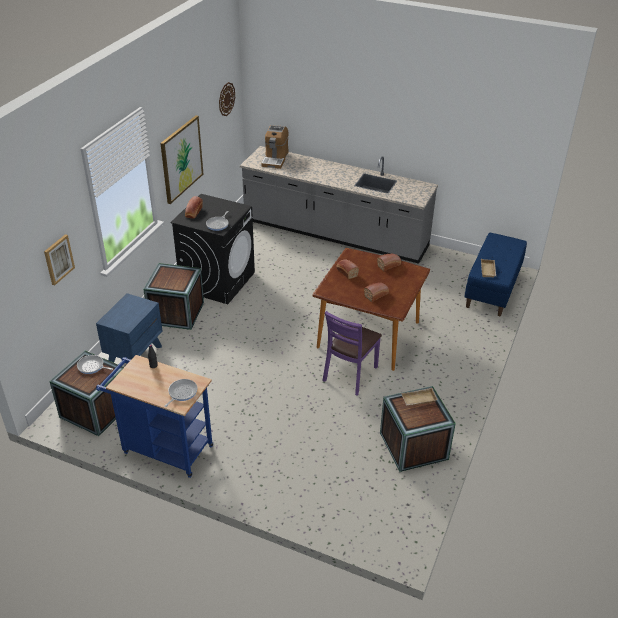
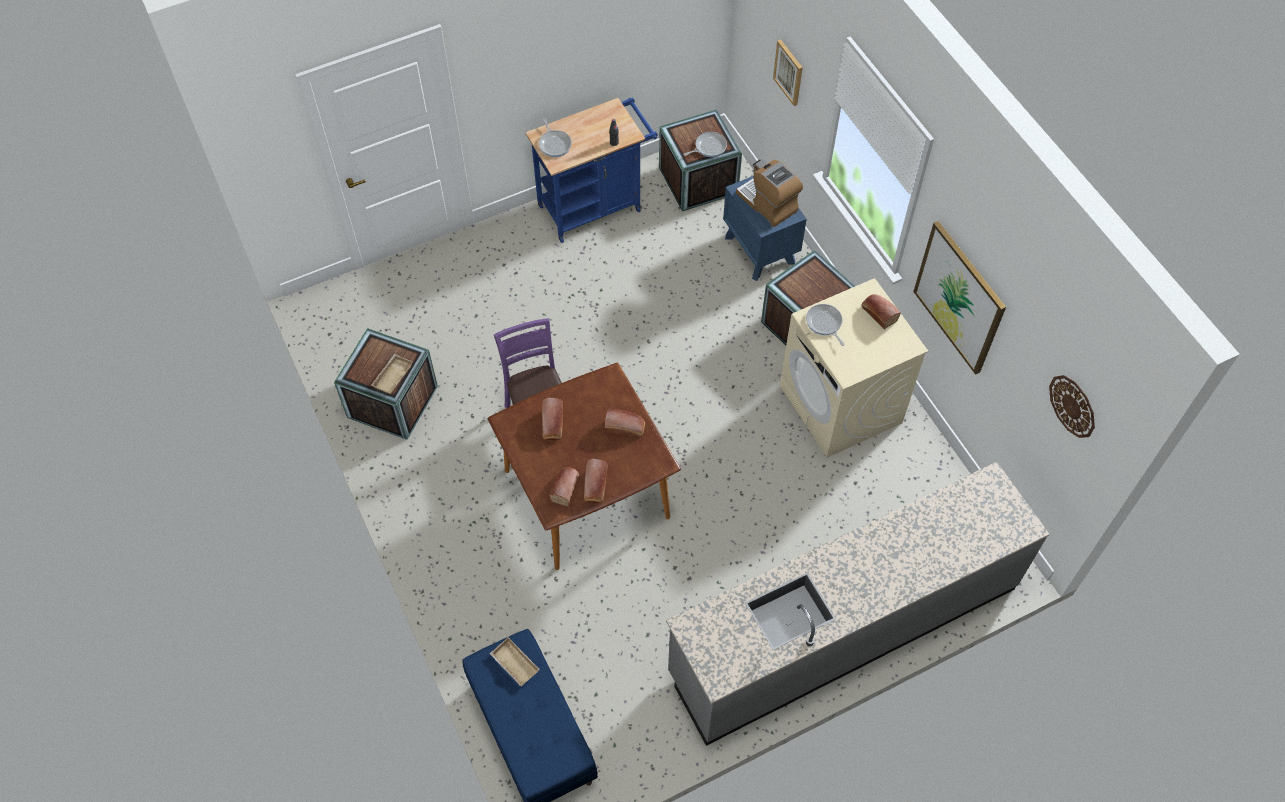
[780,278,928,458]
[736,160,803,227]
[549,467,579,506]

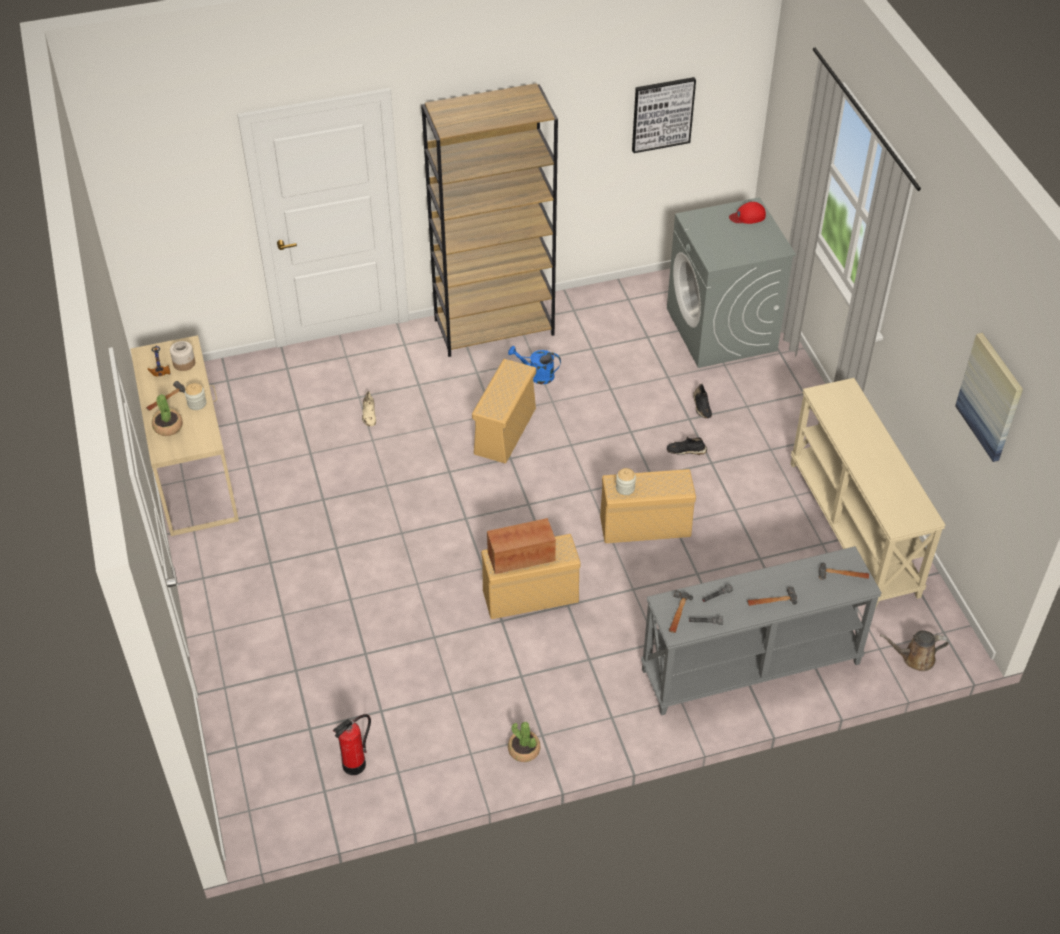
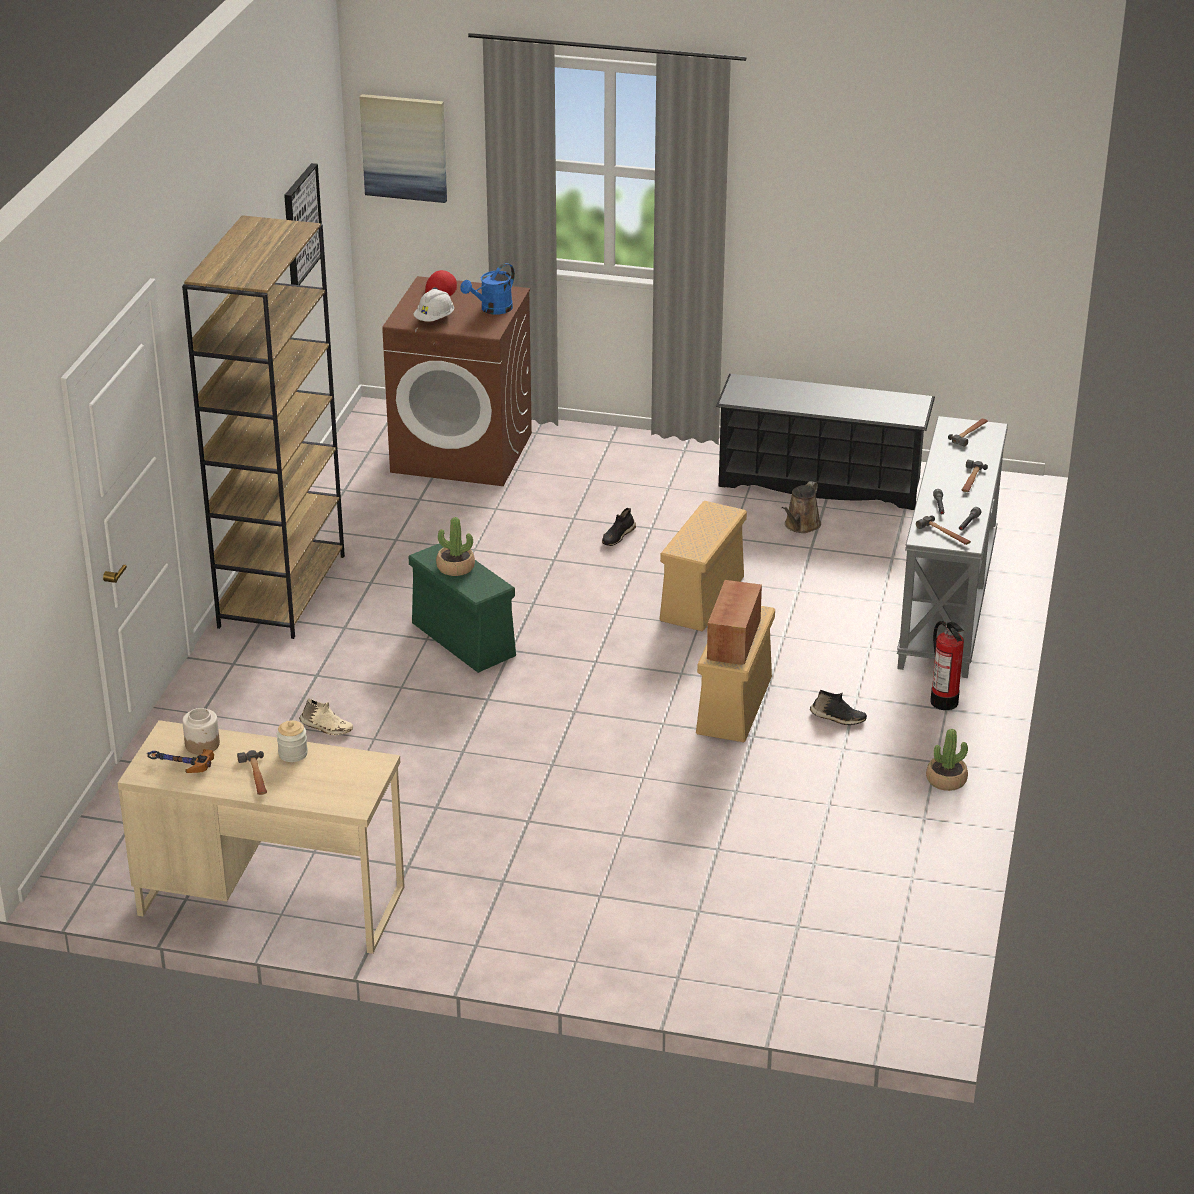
[436,517,475,576]
[930,621,964,710]
[409,540,516,673]
[461,263,515,315]
[616,468,636,495] (first image)
[382,276,532,486]
[810,690,867,725]
[716,374,935,510]
[782,481,821,533]
[359,94,447,203]
[413,289,454,322]

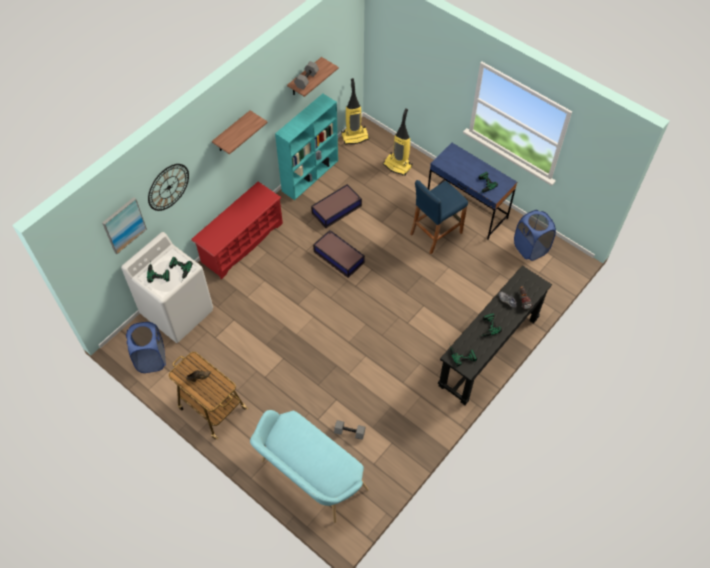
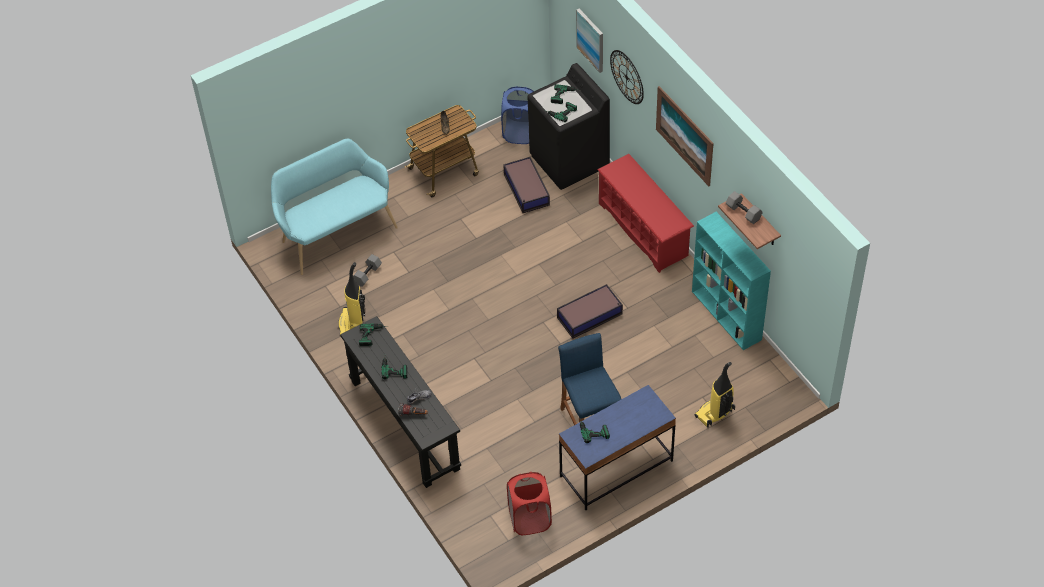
[527,63,610,190]
[656,86,714,186]
[503,157,550,213]
[338,262,365,334]
[507,472,552,535]

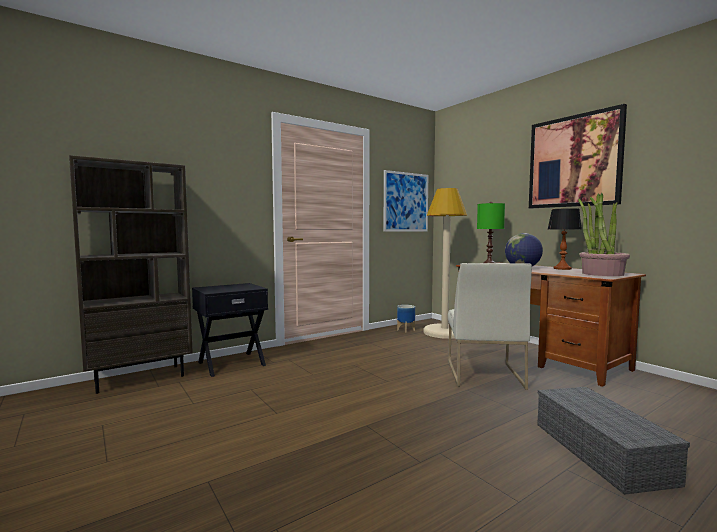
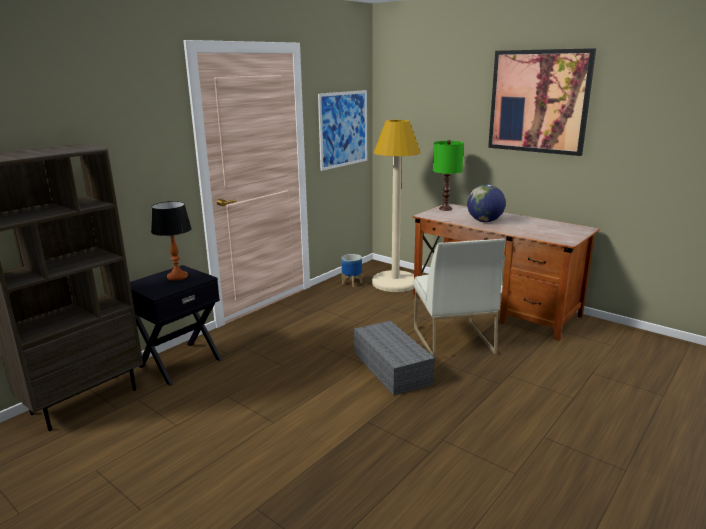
[353,321,435,396]
[151,201,192,281]
[578,193,630,276] (first image)

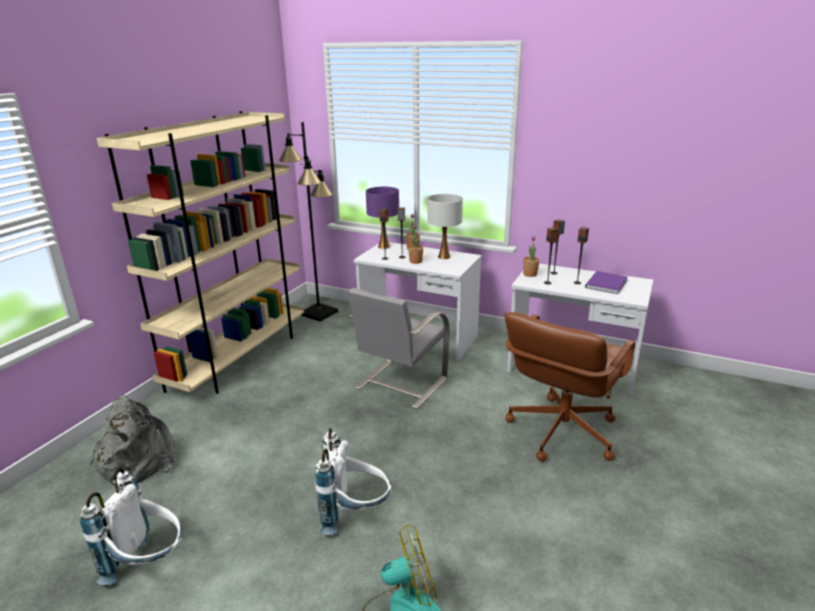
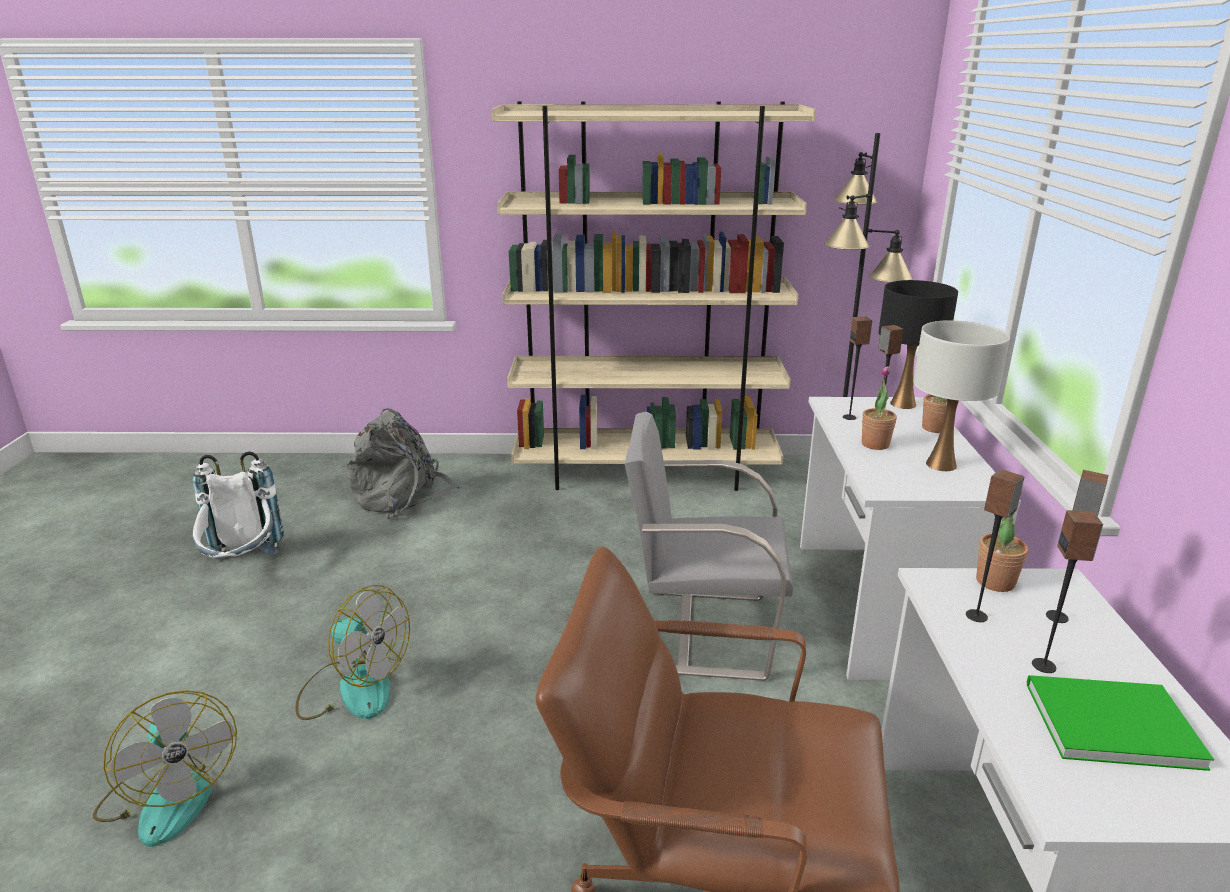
[296,585,410,720]
[879,280,958,409]
[1027,675,1214,771]

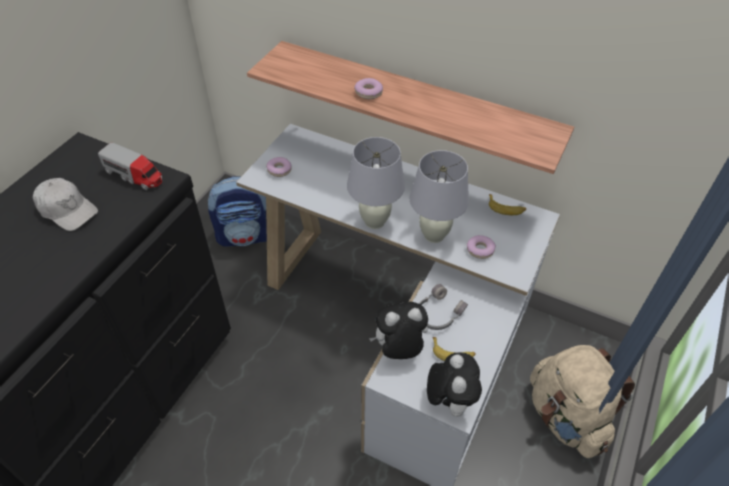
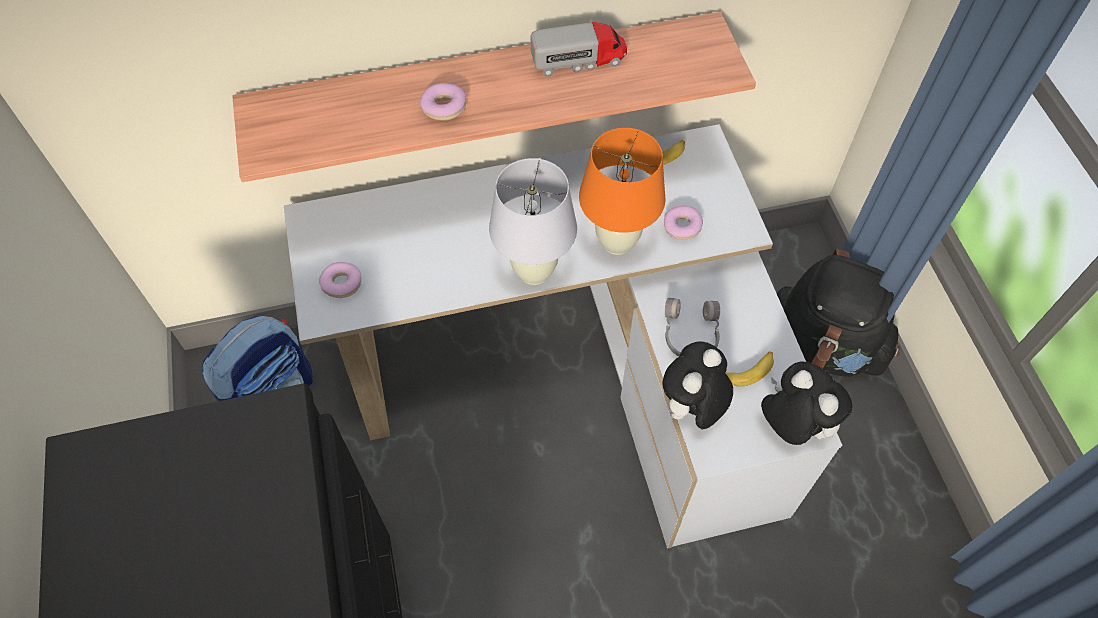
[33,178,98,231] (first image)
[531,22,627,77]
[579,128,665,255]
[777,248,900,377]

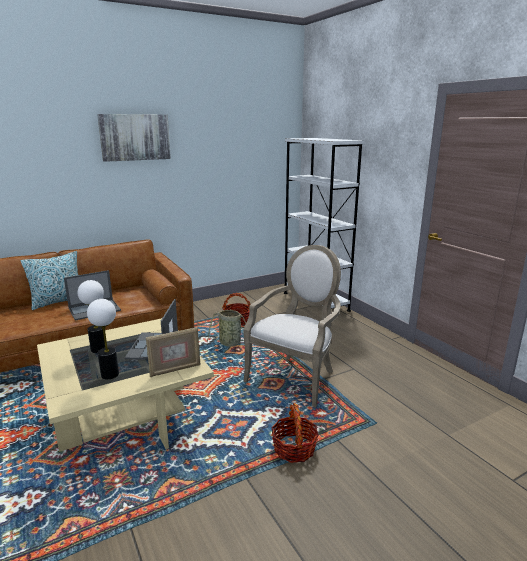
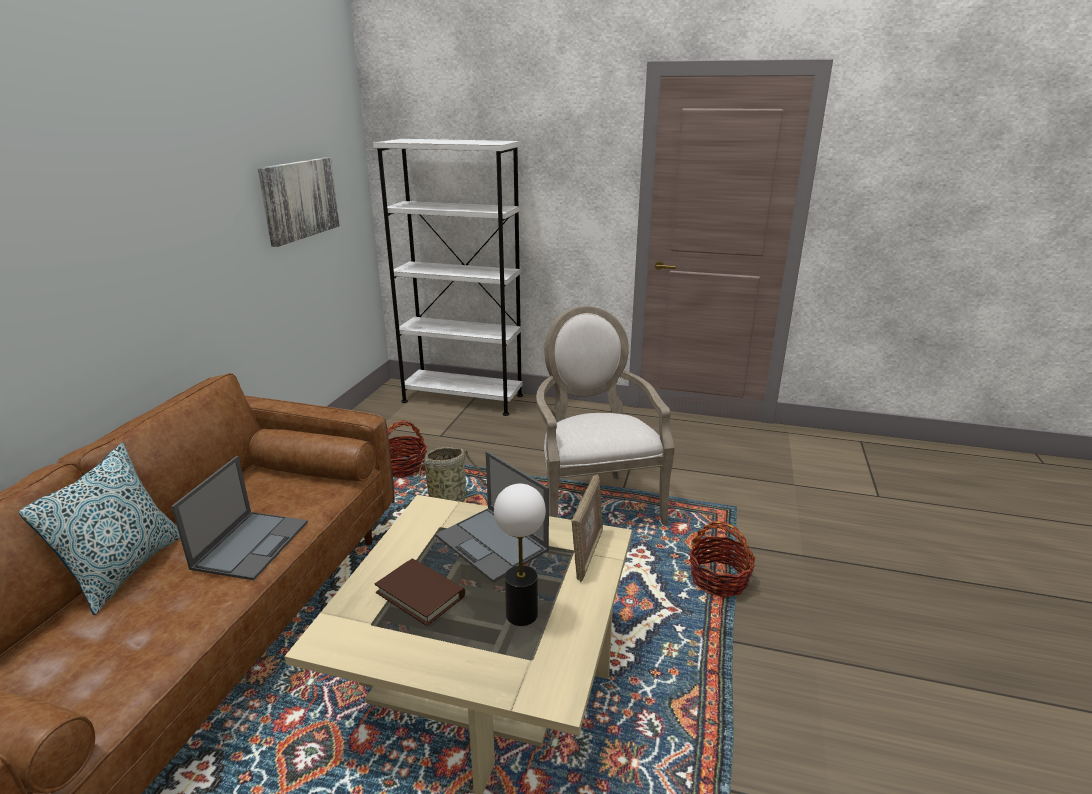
[375,558,465,626]
[258,157,340,247]

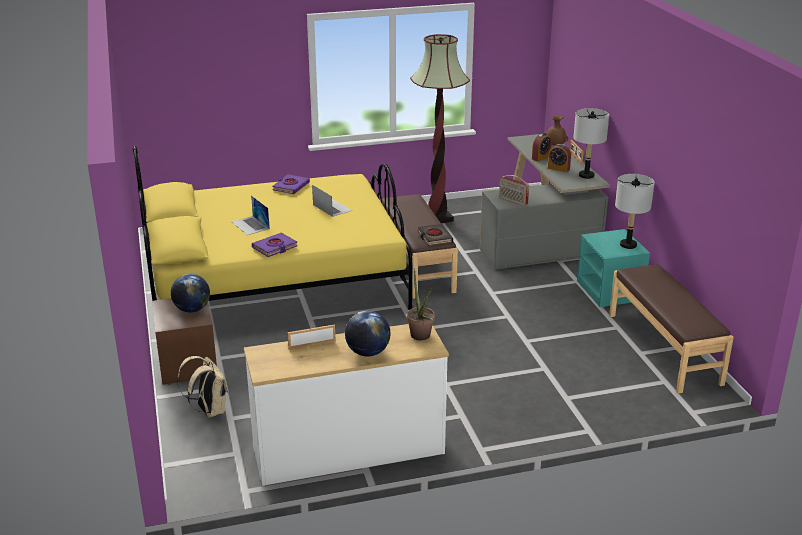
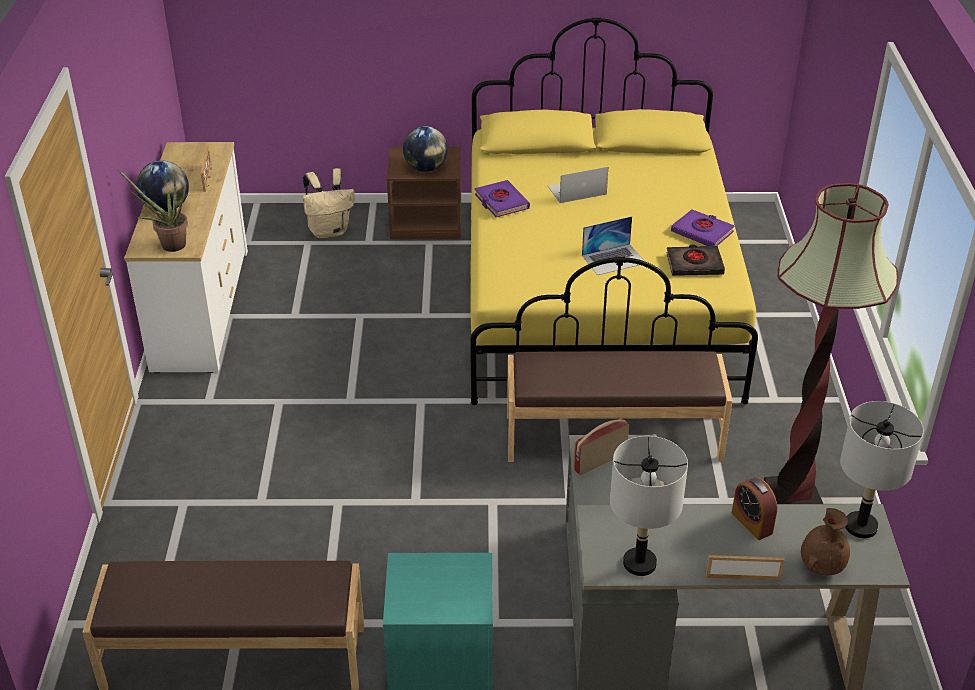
[666,244,725,276]
[548,144,571,172] (first image)
[840,401,924,538]

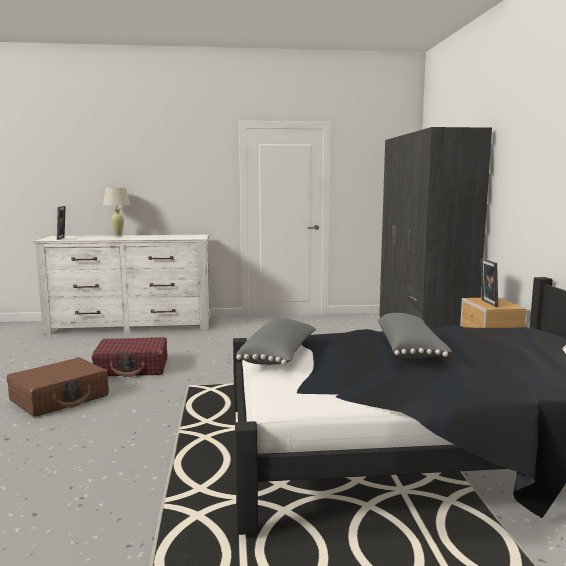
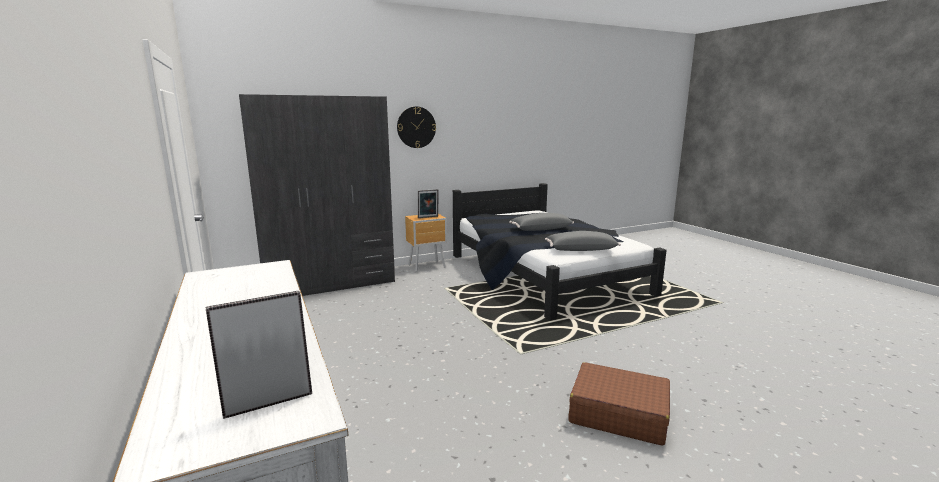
[92,337,167,377] (first image)
[103,188,131,237] (first image)
[397,106,436,148]

